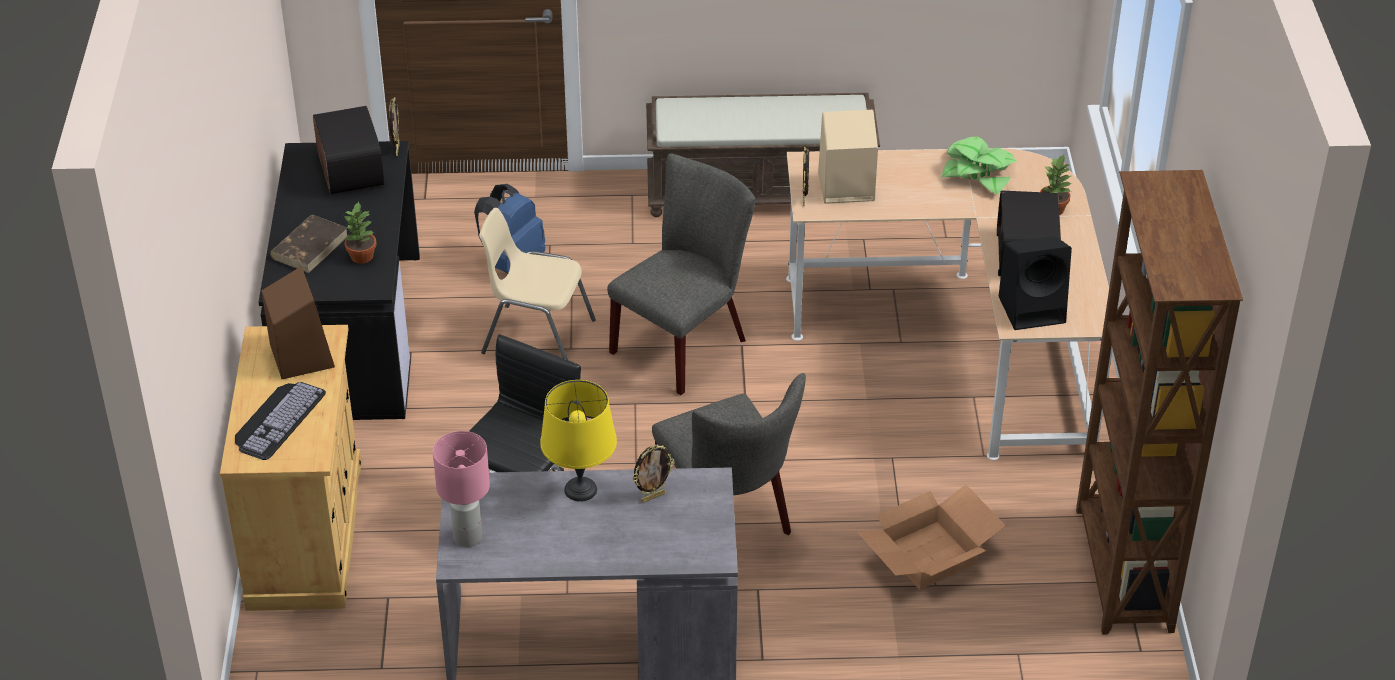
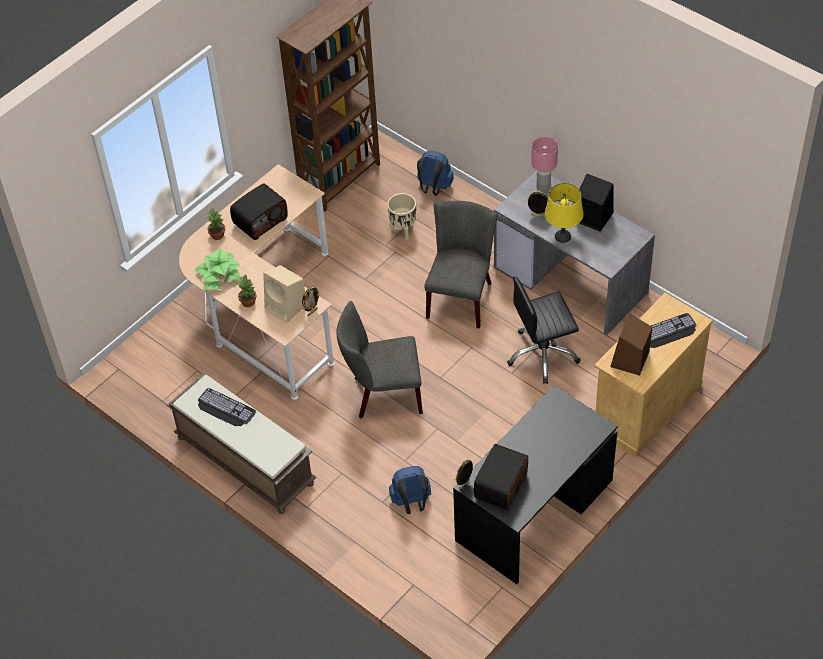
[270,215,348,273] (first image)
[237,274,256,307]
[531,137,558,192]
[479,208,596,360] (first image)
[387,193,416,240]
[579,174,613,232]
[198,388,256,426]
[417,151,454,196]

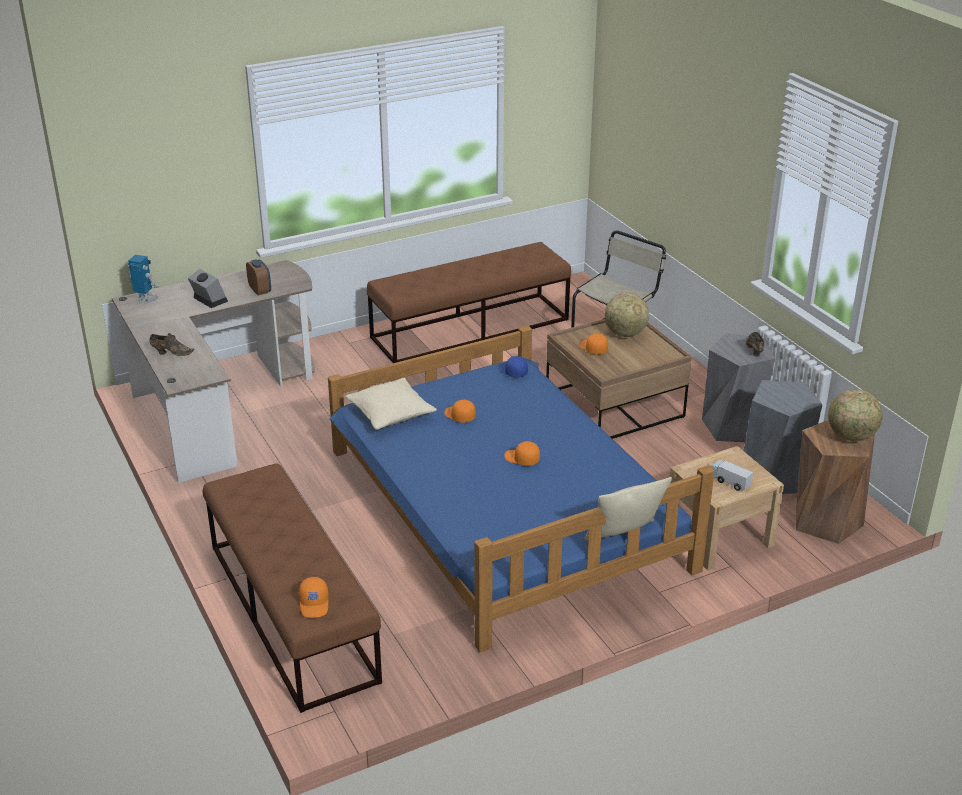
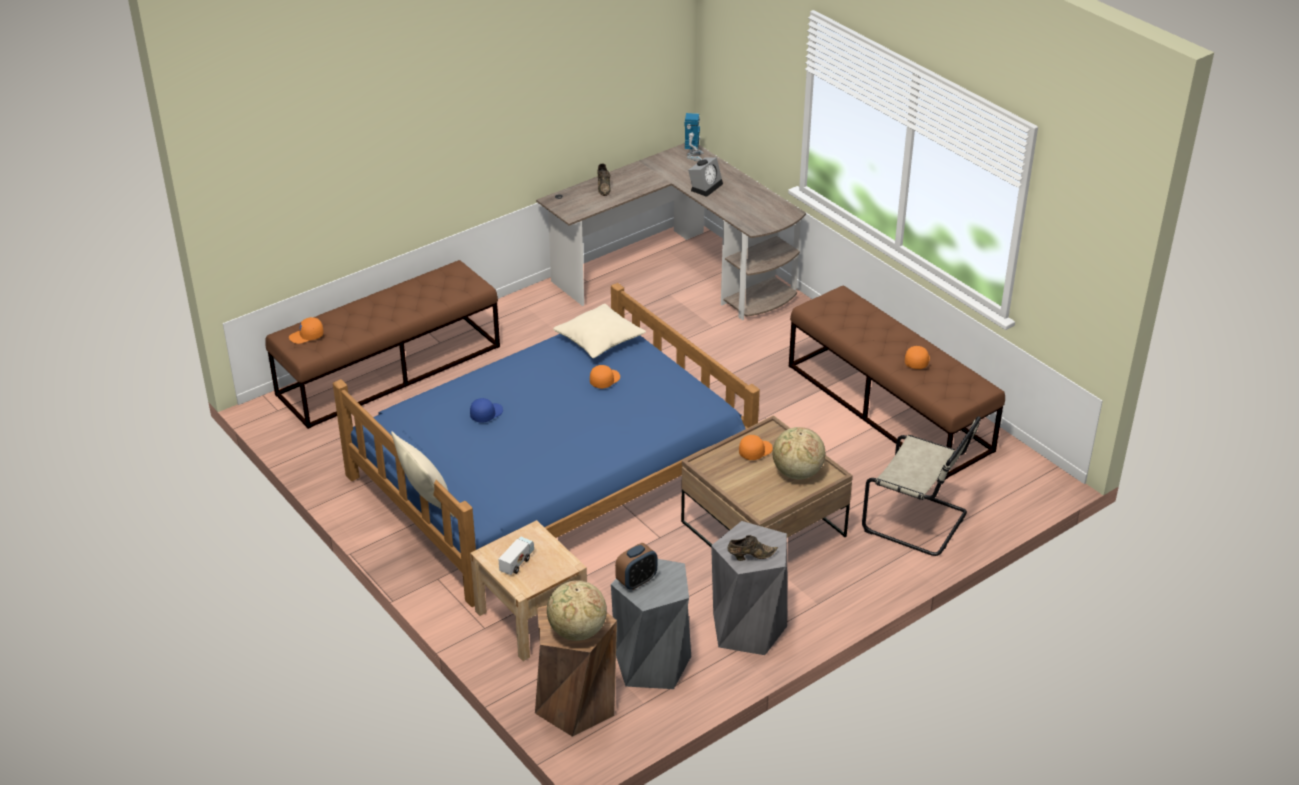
[615,543,657,590]
[470,398,503,423]
[905,346,930,369]

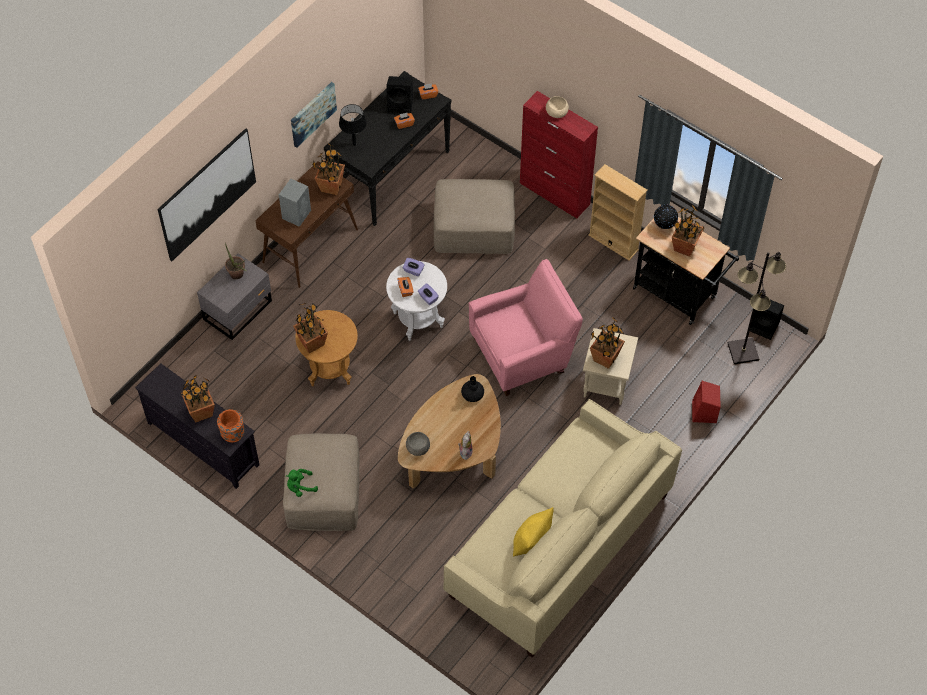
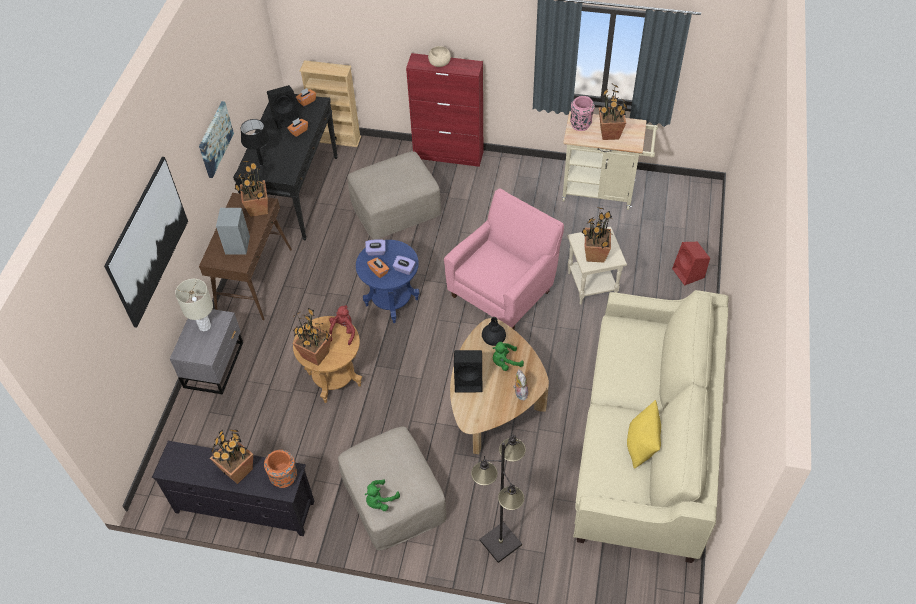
[175,279,213,331]
[356,240,419,323]
[406,432,430,456] (first image)
[300,60,361,147]
[562,111,658,210]
[570,96,595,131]
[471,435,526,563]
[454,350,482,393]
[329,305,355,345]
[493,342,524,371]

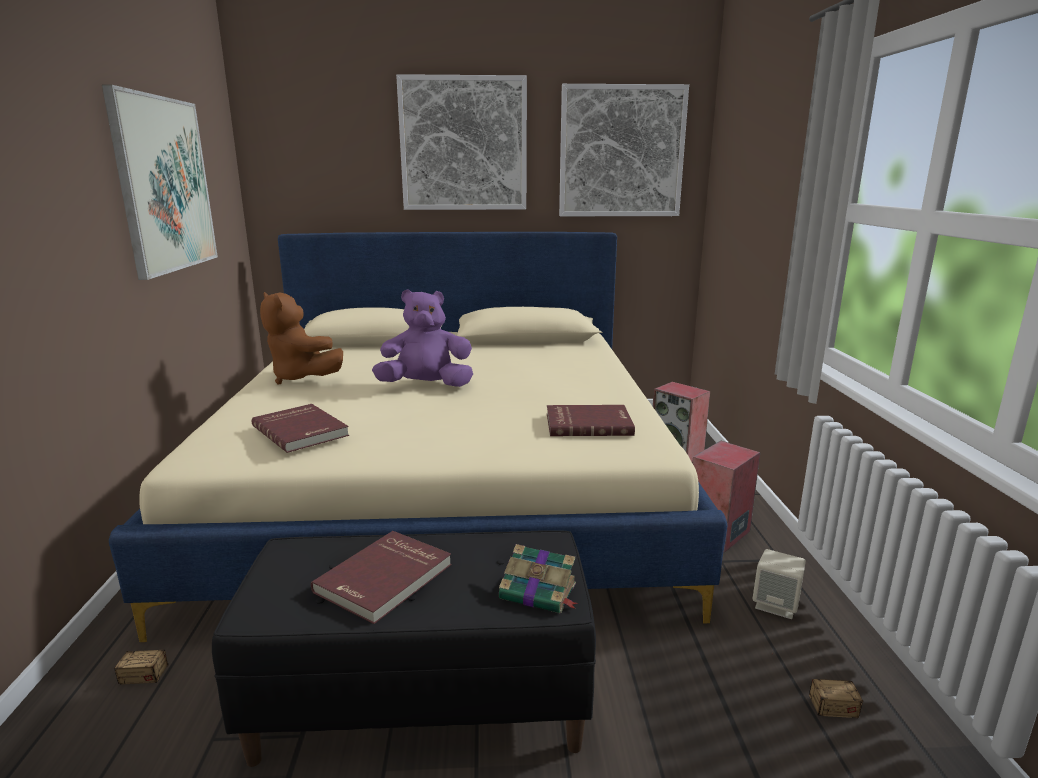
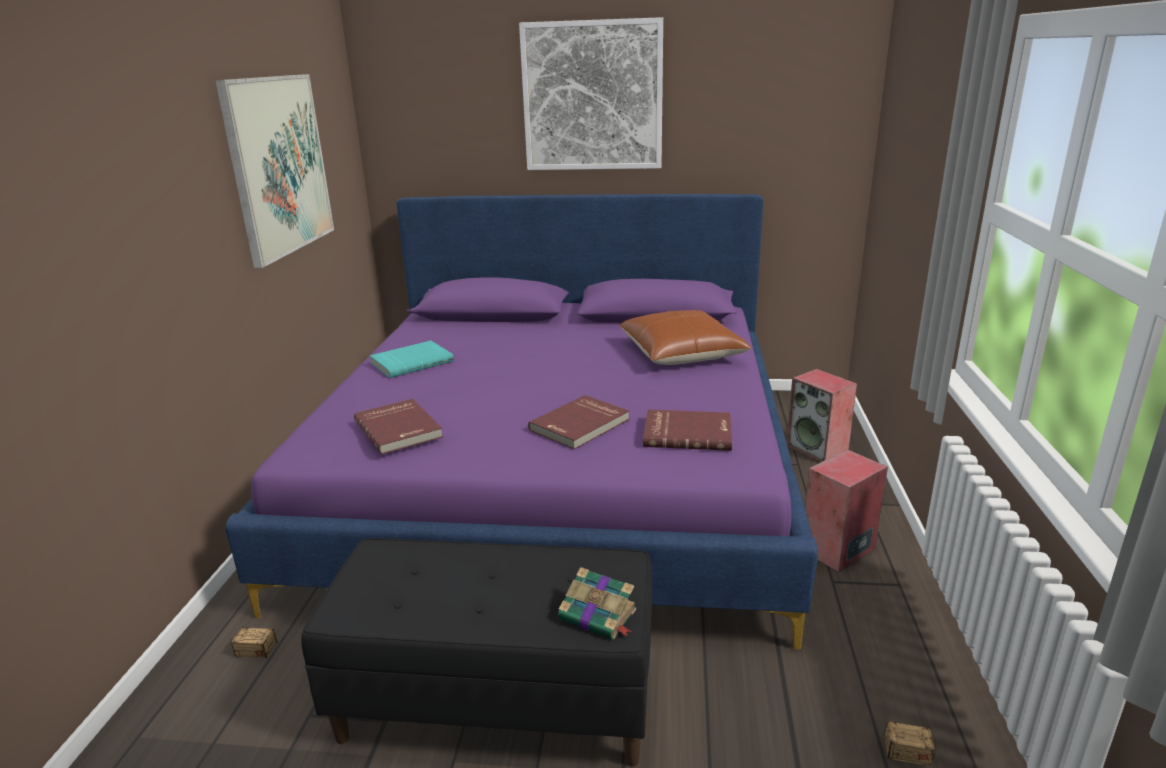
[225,194,818,650]
[370,341,454,378]
[528,395,629,449]
[372,289,473,387] (first image)
[559,84,689,216] (first image)
[752,549,806,619] (first image)
[620,310,751,365]

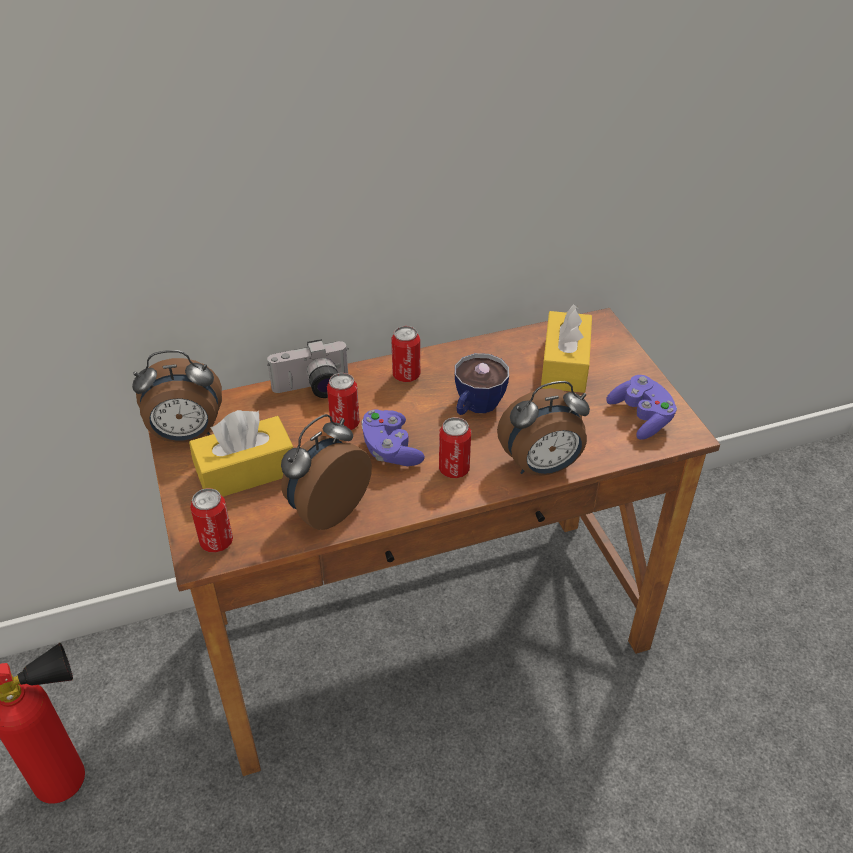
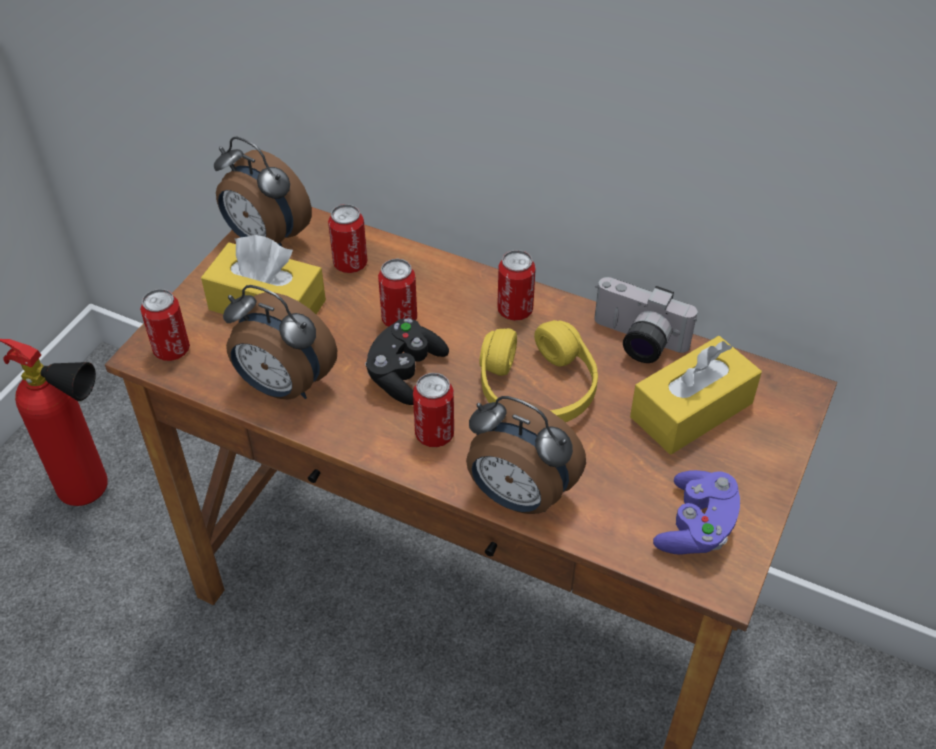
[595,277,697,363]
[223,285,337,400]
[365,318,449,405]
[479,320,598,422]
[328,204,367,273]

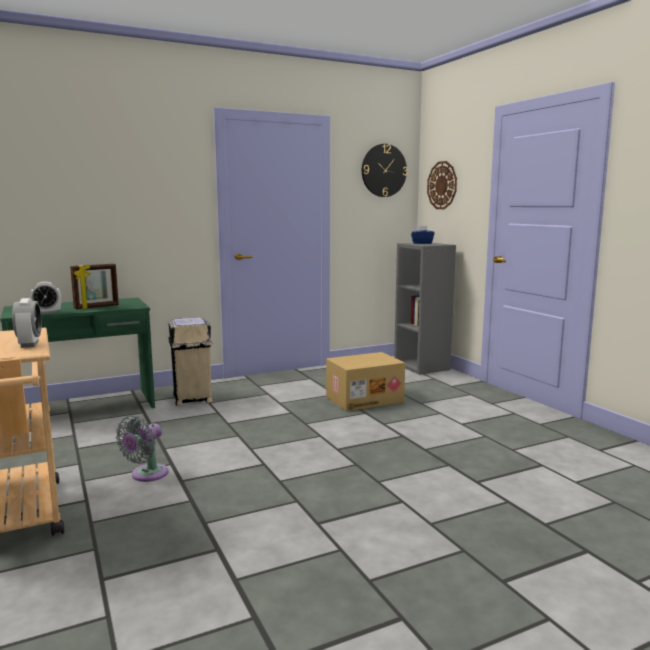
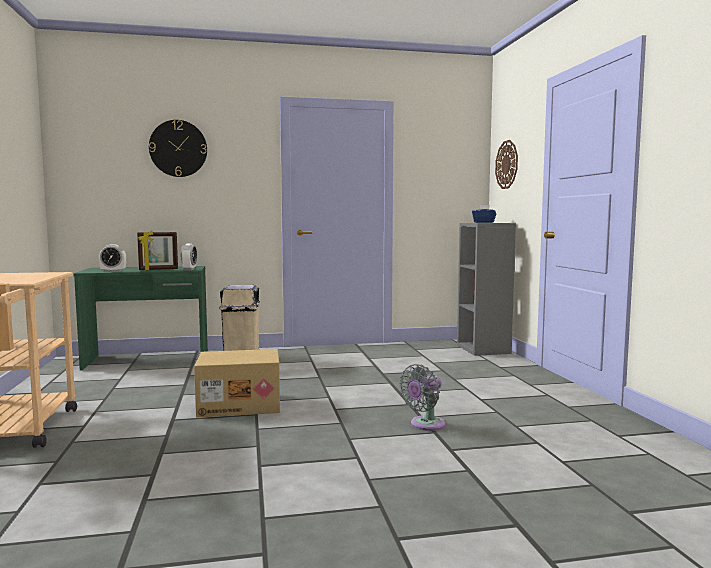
[181,243,197,270]
[399,364,446,431]
[194,349,280,417]
[149,120,207,177]

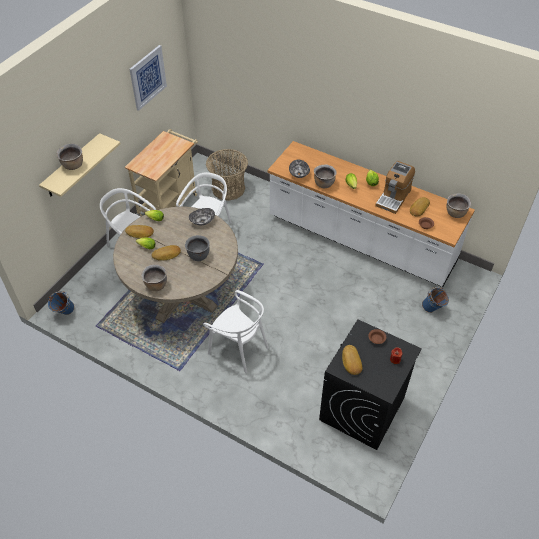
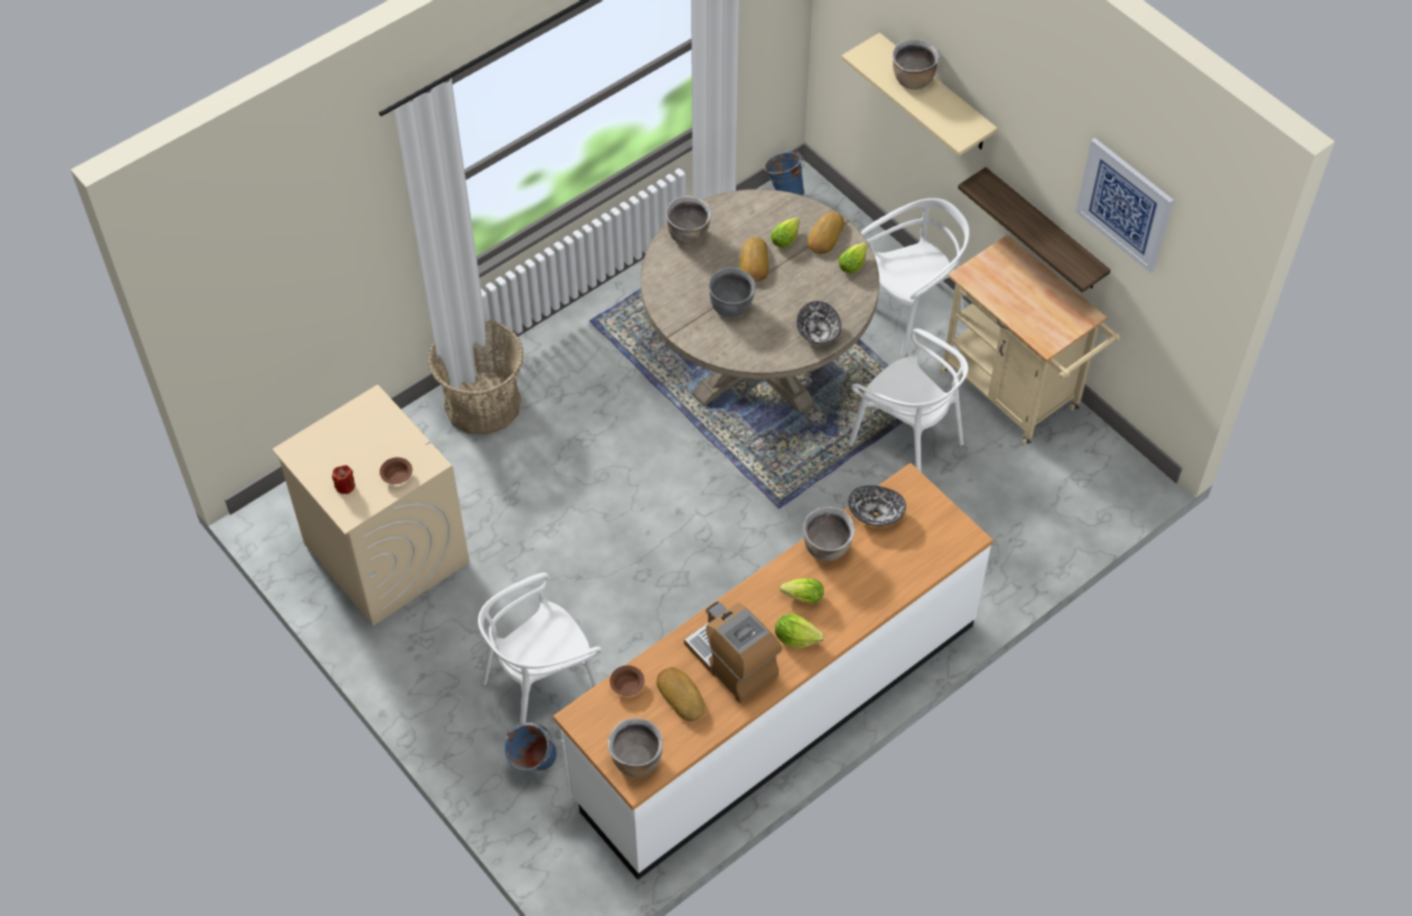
[478,573,602,726]
[428,319,524,435]
[272,385,469,626]
[342,345,362,375] (first image)
[958,167,1111,293]

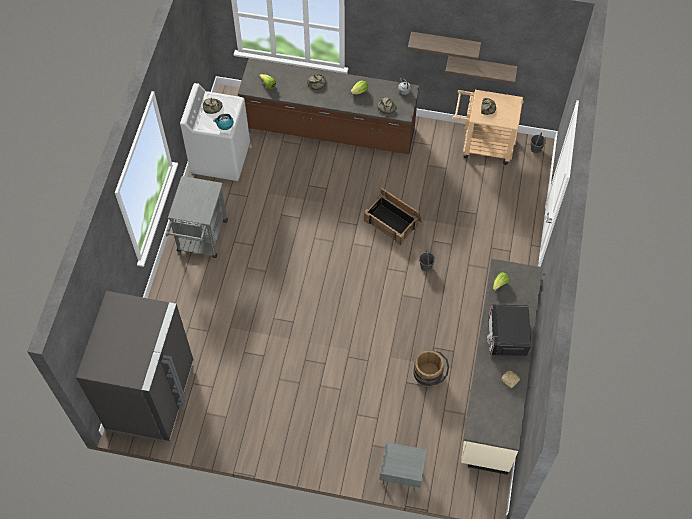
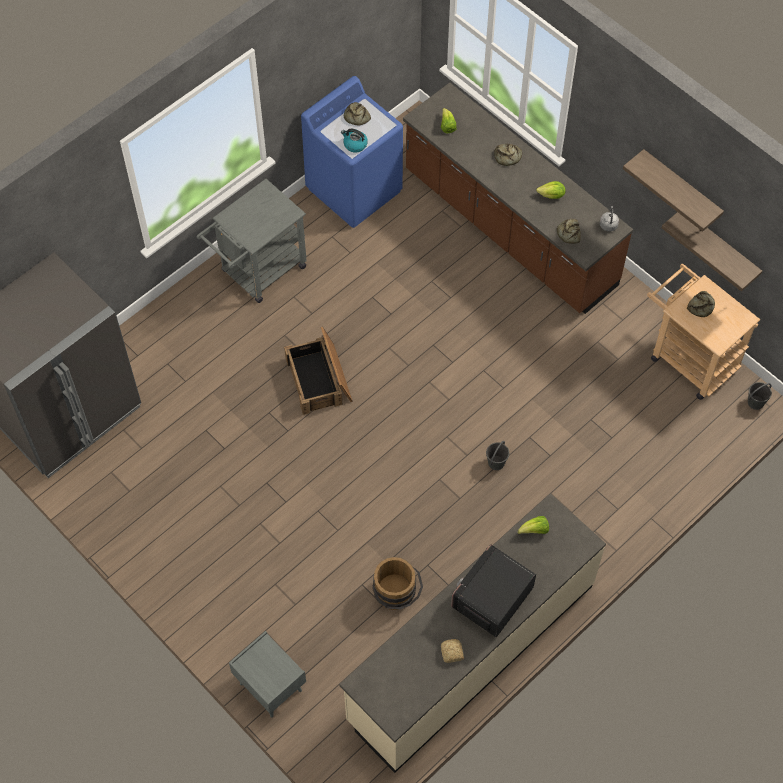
[301,76,403,228]
[284,327,353,415]

